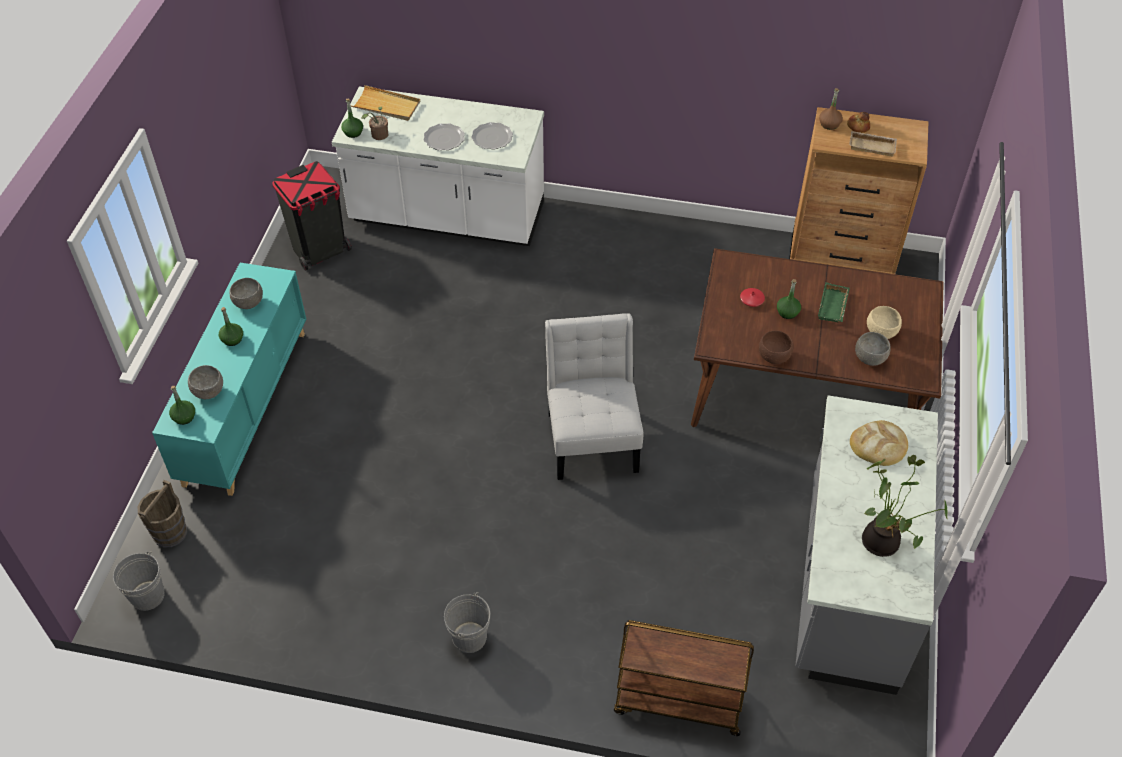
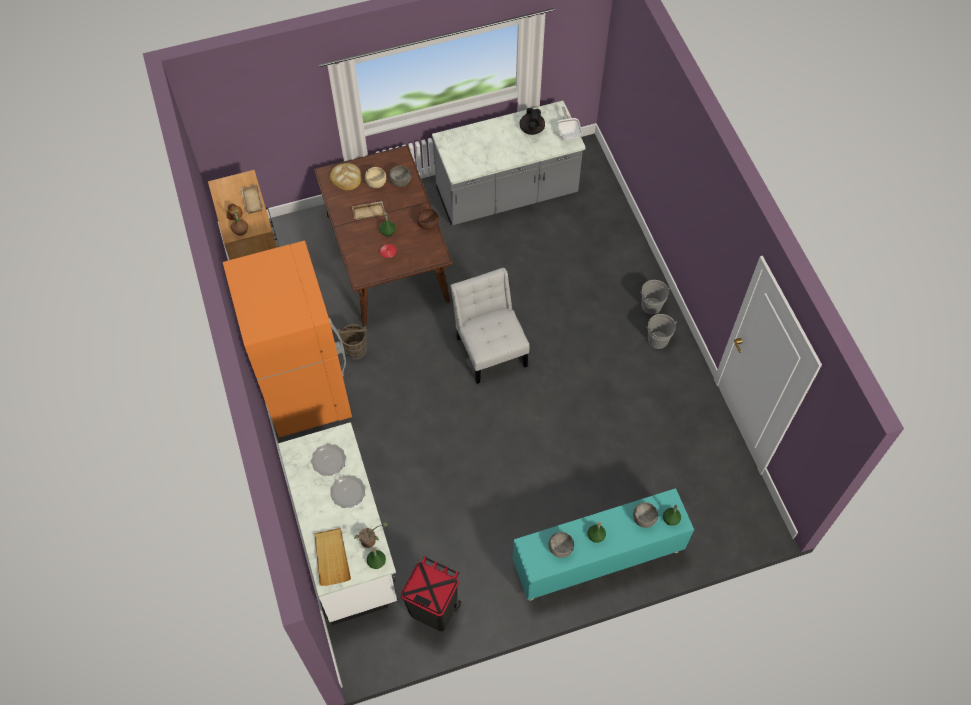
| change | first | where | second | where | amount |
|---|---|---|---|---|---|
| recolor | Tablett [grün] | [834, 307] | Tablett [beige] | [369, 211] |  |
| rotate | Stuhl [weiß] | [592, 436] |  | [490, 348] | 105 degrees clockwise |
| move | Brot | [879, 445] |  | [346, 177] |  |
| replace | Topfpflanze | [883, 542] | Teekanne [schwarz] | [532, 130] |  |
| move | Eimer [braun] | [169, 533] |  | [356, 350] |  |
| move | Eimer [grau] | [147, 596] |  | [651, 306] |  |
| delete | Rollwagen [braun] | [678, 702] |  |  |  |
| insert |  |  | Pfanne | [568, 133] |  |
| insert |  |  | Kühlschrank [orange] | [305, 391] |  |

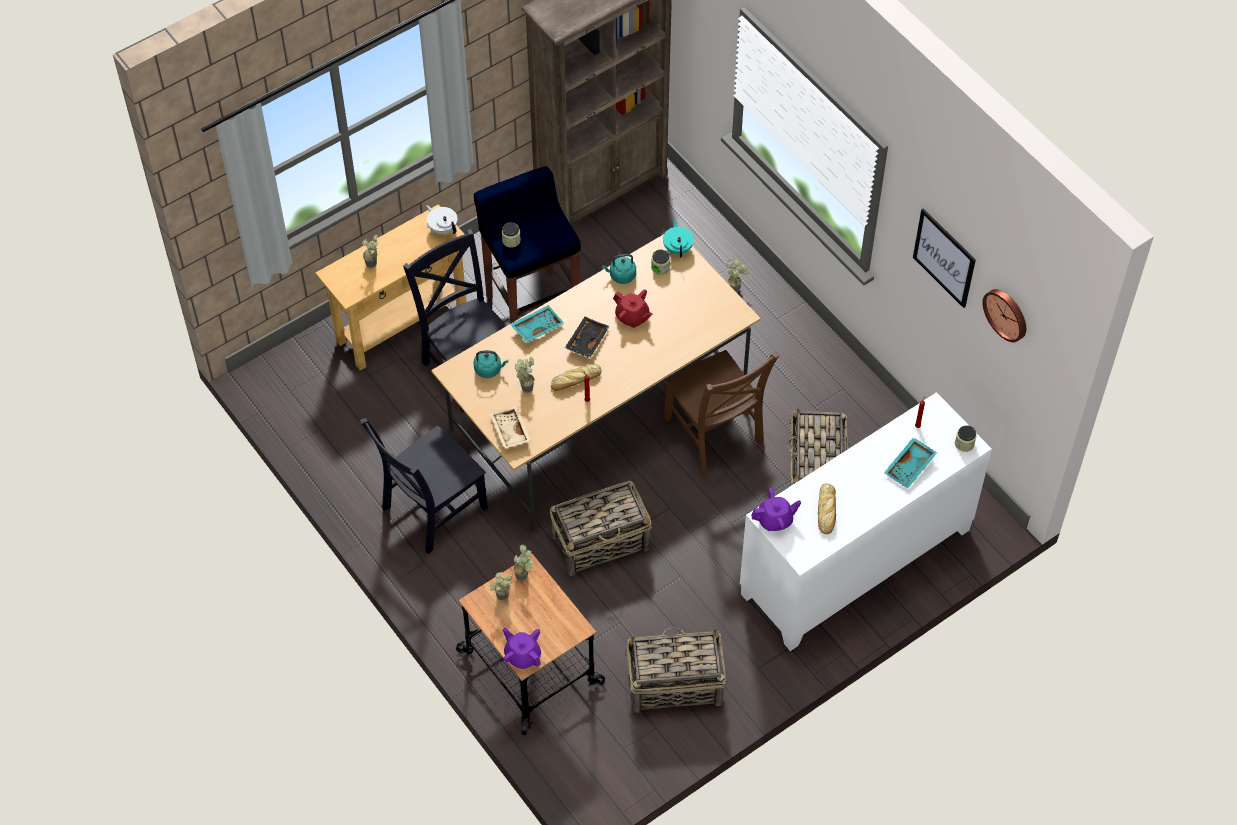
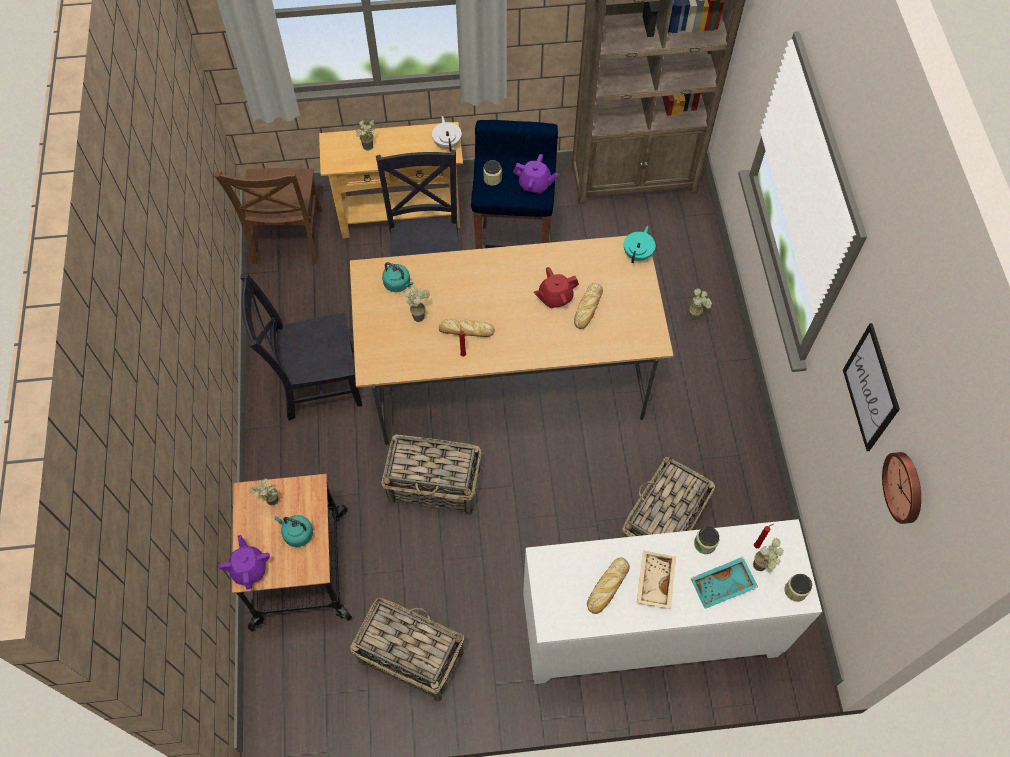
| change | first | where | second | where | amount |
|---|---|---|---|---|---|
| move | Vorratsglas | [660, 267] |  | [705, 544] |  |
| move | Wasserkessel [türkis] | [621, 276] |  | [297, 533] |  |
| rotate | Teekanne [rot] | [632, 317] |  | [555, 297] | 90 degrees clockwise |
| delete | Tablett [türkis] | [536, 327] |  |  |  |
| delete | Tablett [schwarz] | [586, 341] |  |  |  |
| move | Stuhl [braun] | [715, 434] |  | [287, 239] |  |
| move | Tablett [beige] | [509, 431] |  | [654, 581] |  |
| move | Teekanne [lila] | [775, 520] |  | [535, 184] |  |
| move | Topfpflanze | [525, 577] |  | [762, 568] |  |
| insert |  |  | Brot | [588, 308] |  |

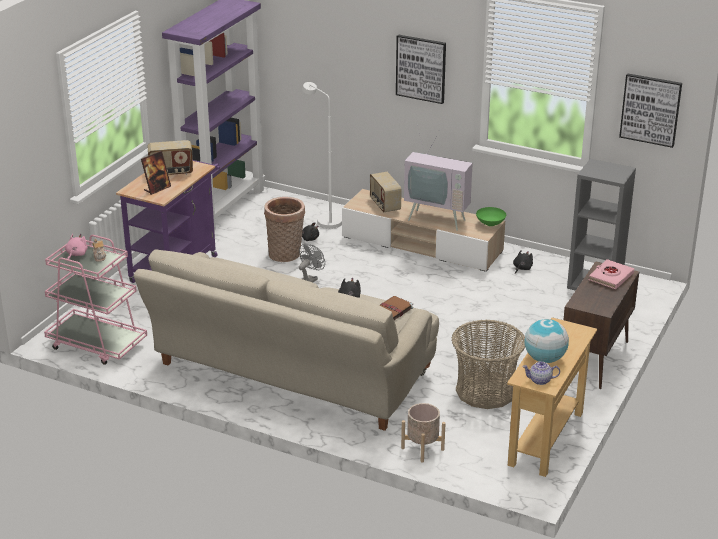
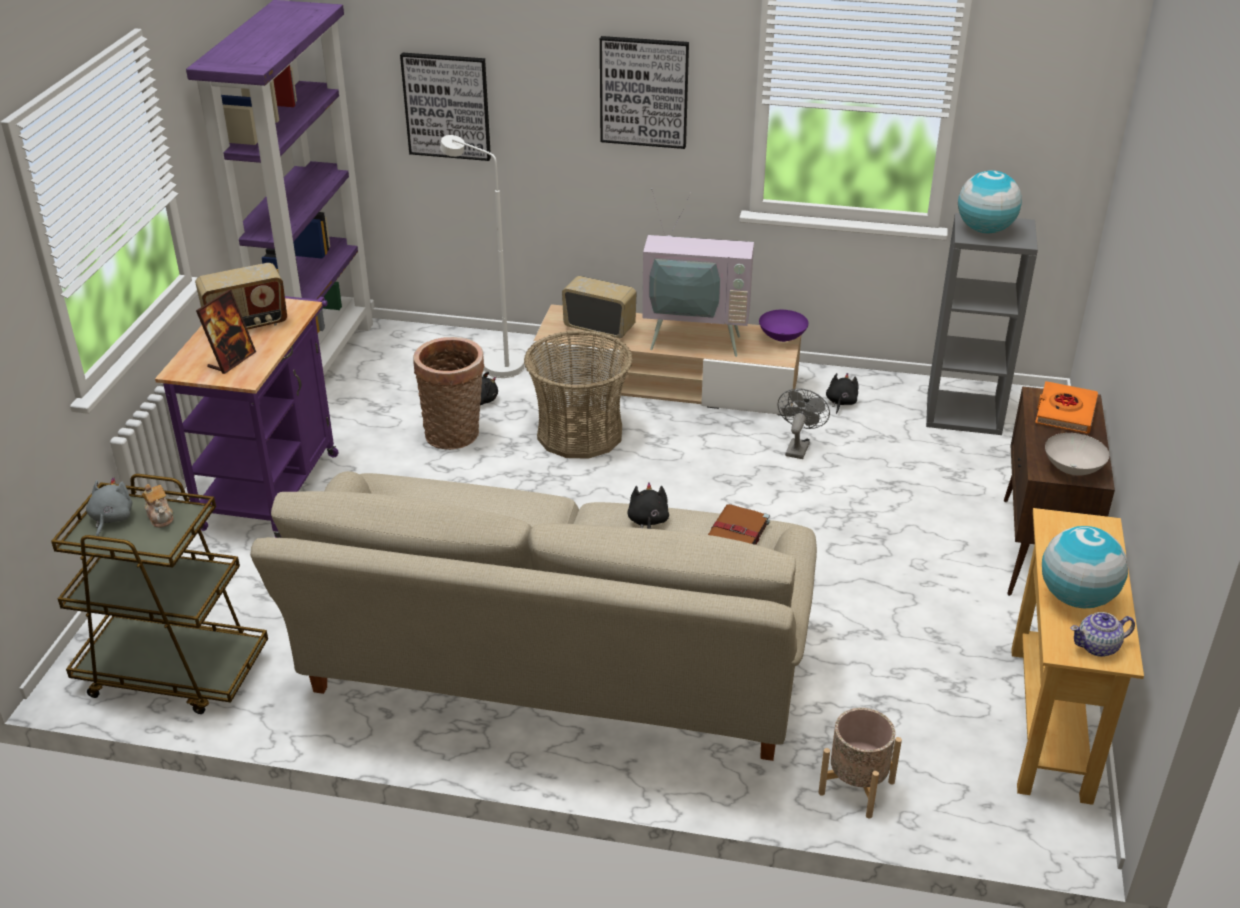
| change | first | where | second | where | amount |
|---|---|---|---|---|---|
| move | Bild | [650, 109] |  | [447, 106] |  |
| rotate | Radio | [384, 205] |  | [600, 328] | 150 degrees clockwise |
| recolor | Schüssel [grün] | [490, 224] | Schüssel [lila] | [782, 338] |  |
| recolor | Plüschtier [rosa] | [76, 254] | Plüschtier [grau] | [111, 519] |  |
| recolor | Rollwagen [rosa] | [96, 344] | Rollwagen [braun] | [172, 672] |  |
| move | Ventilator [grau] | [309, 280] |  | [798, 446] |  |
| recolor | Buch [rosa] | [610, 277] | Buch [orange] | [1065, 412] |  |
| move | Korb | [485, 391] |  | [580, 434] |  |
| insert |  |  | Globus | [985, 230] |  |
| insert |  |  | Schüssel [weiß] | [1073, 469] |  |

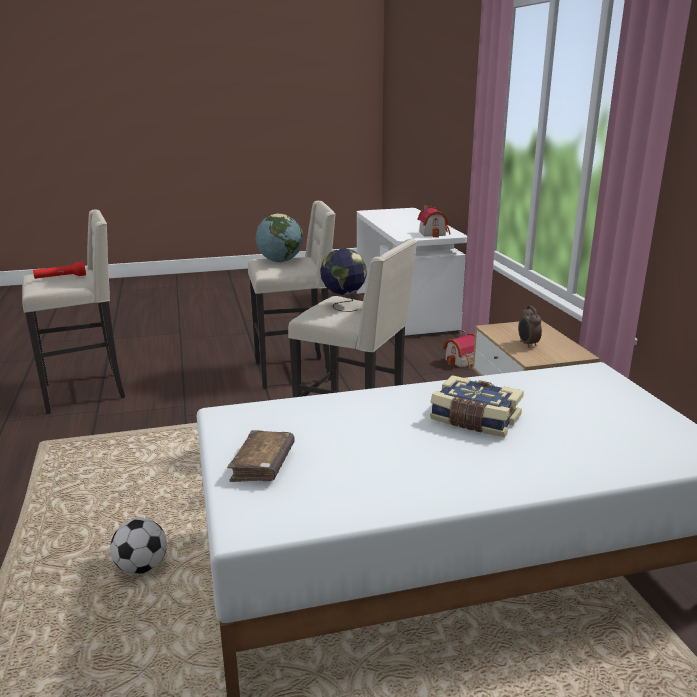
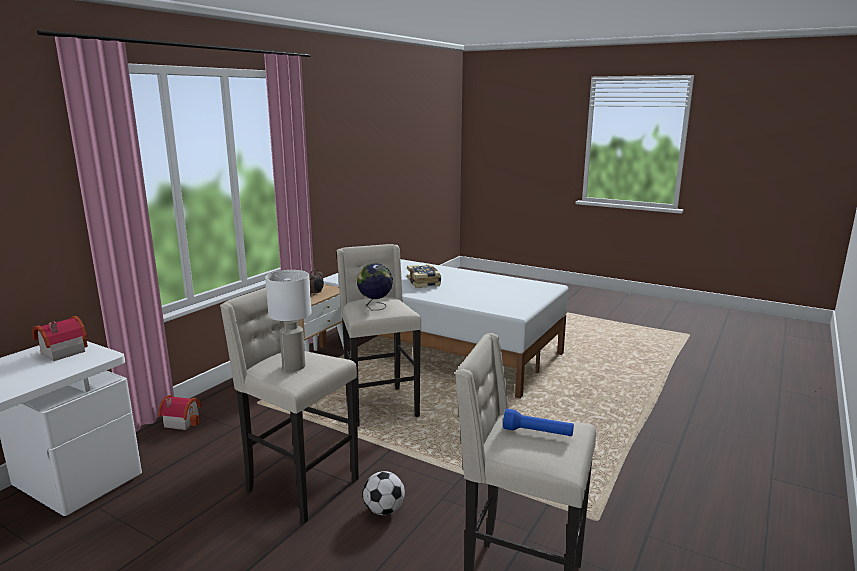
| change | first | where | second | where | amount |
|---|---|---|---|---|---|
| replace | Globus | [280, 261] | Tischlampe [weiß] | [293, 367] |  |
| recolor | Taschenlampe [rot] | [60, 278] | Taschenlampe [blau] | [537, 433] |  |
| delete | Buch [braun] | [263, 465] |  |  |  |
| move | Fußball | [142, 567] |  | [384, 510] |  |

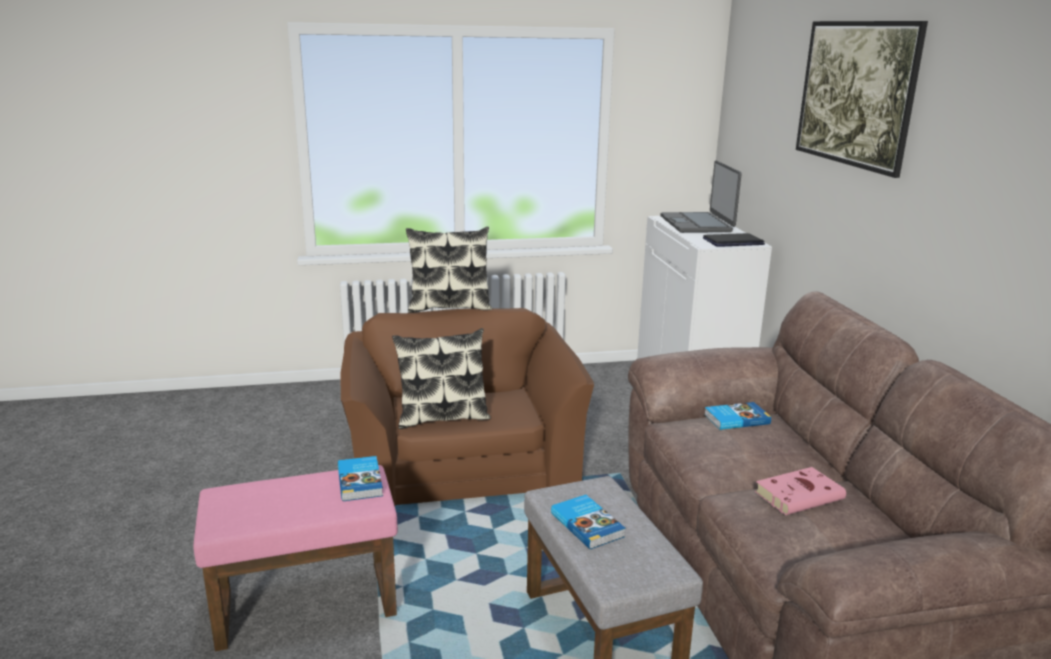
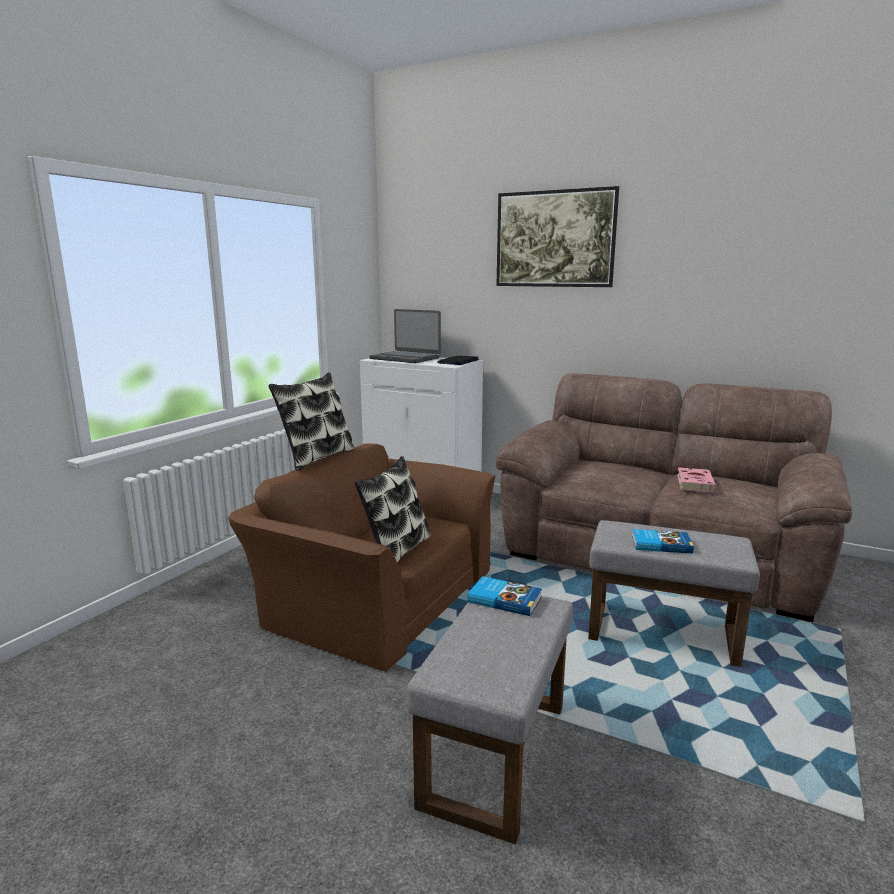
| change | first | where | second | where | amount |
|---|---|---|---|---|---|
| delete | Buch | [735, 419] |  |  |  |
| recolor | Polsterhocker [rosa] | [308, 602] | Polsterhocker [grau] | [494, 752] |  |

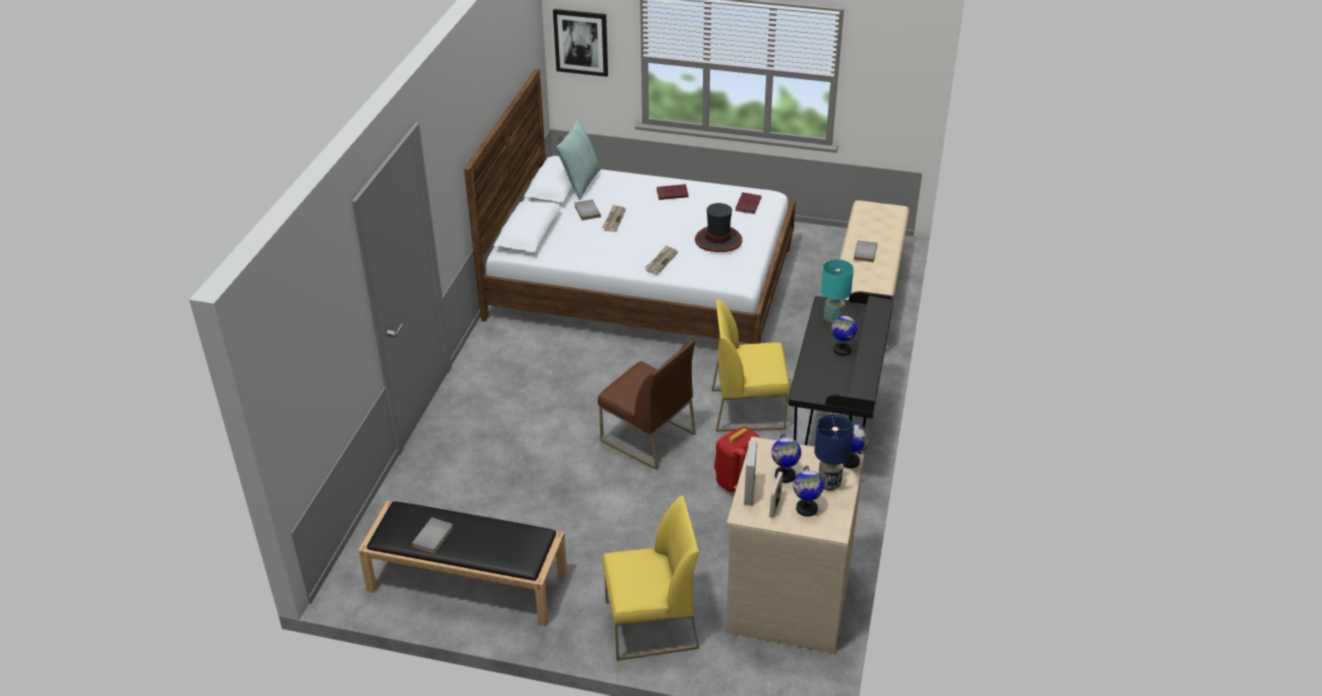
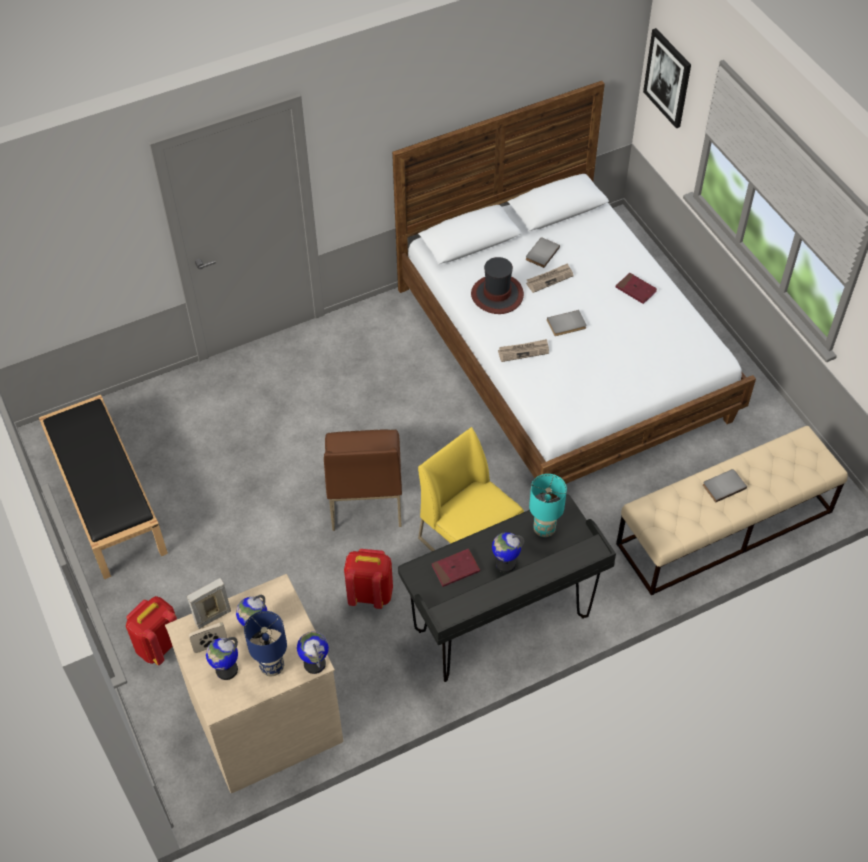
| change | first | where | second | where | amount |
|---|---|---|---|---|---|
| delete | Kissen | [580, 183] |  |  |  |
| move | Buch [rot] | [748, 205] |  | [455, 569] |  |
| move | Hut | [718, 240] |  | [497, 295] |  |
| replace | Stuhl [gelb] | [650, 625] | Rucksack [rot] | [158, 645] |  |
| move | Buch [grau] | [434, 537] |  | [567, 325] |  |

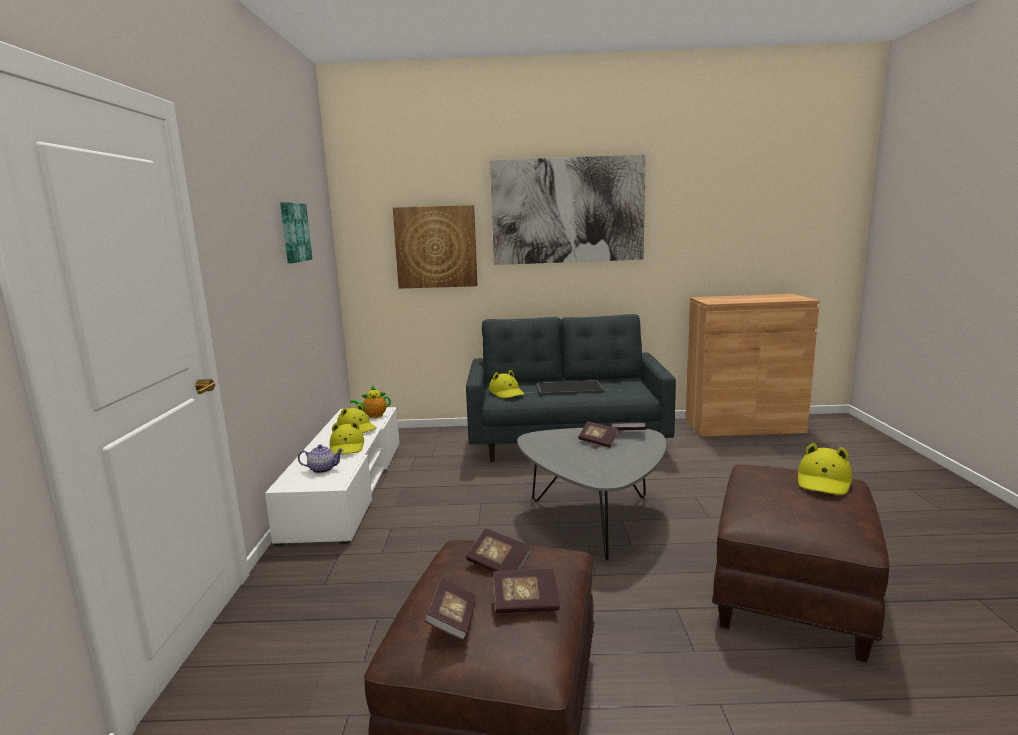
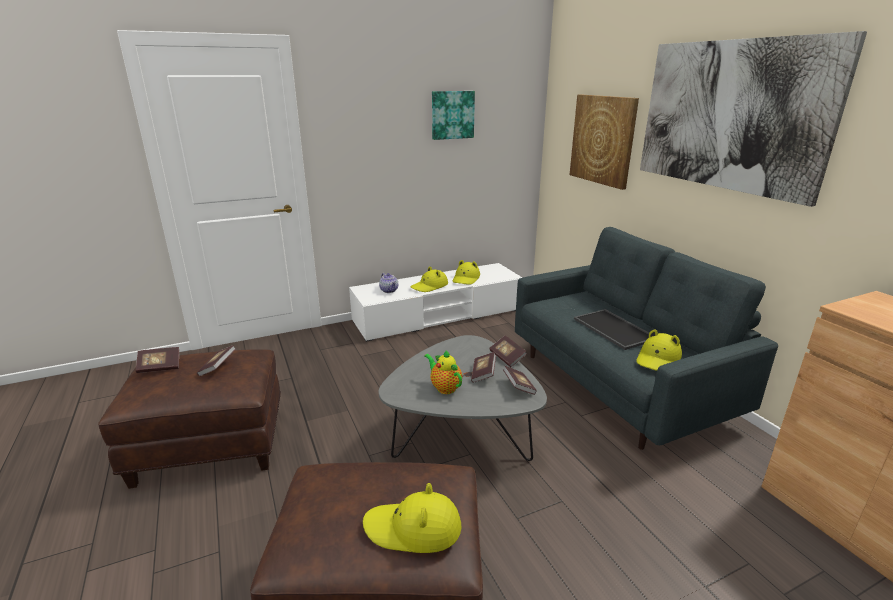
| change | first | where | second | where | amount |
|---|---|---|---|---|---|
| move | Hut [gelb] | [507, 393] |  | [658, 359] |  |
| move | Teekanne | [373, 416] |  | [444, 387] |  |
| move | Buch | [525, 603] |  | [507, 358] |  |

